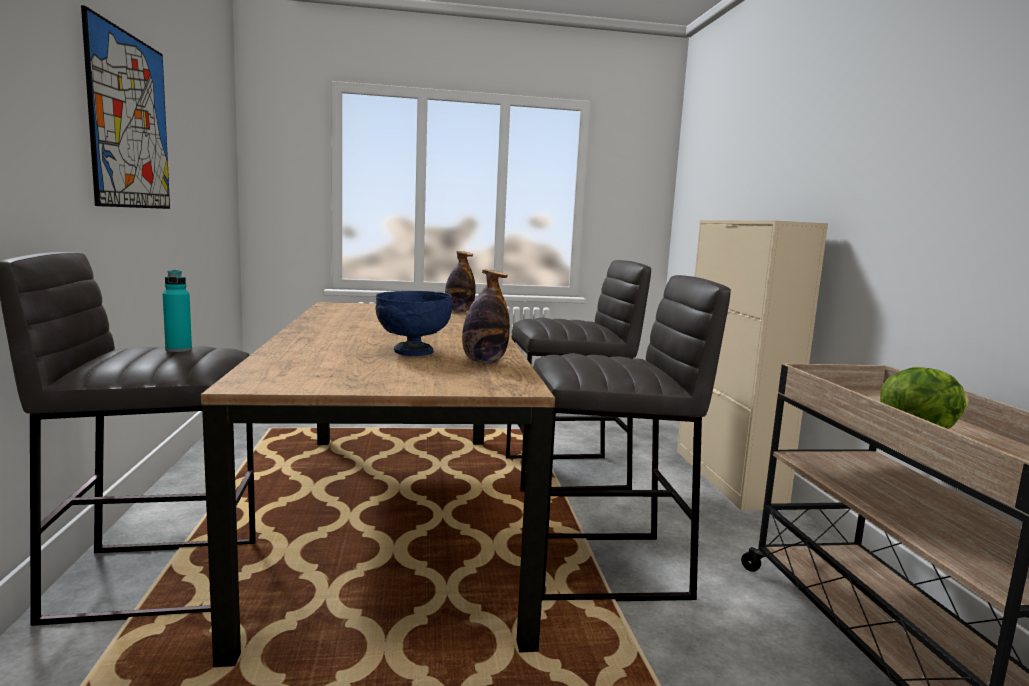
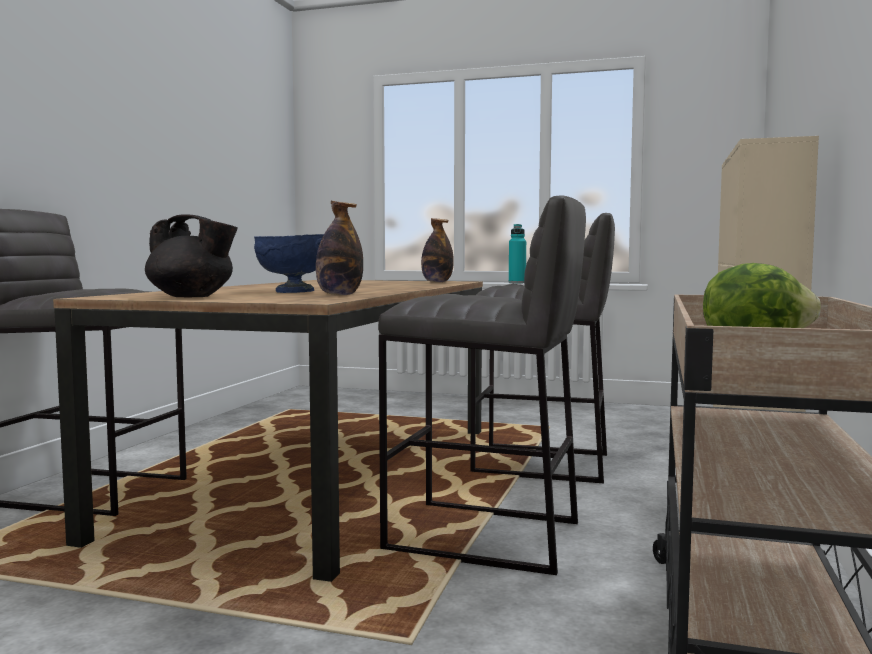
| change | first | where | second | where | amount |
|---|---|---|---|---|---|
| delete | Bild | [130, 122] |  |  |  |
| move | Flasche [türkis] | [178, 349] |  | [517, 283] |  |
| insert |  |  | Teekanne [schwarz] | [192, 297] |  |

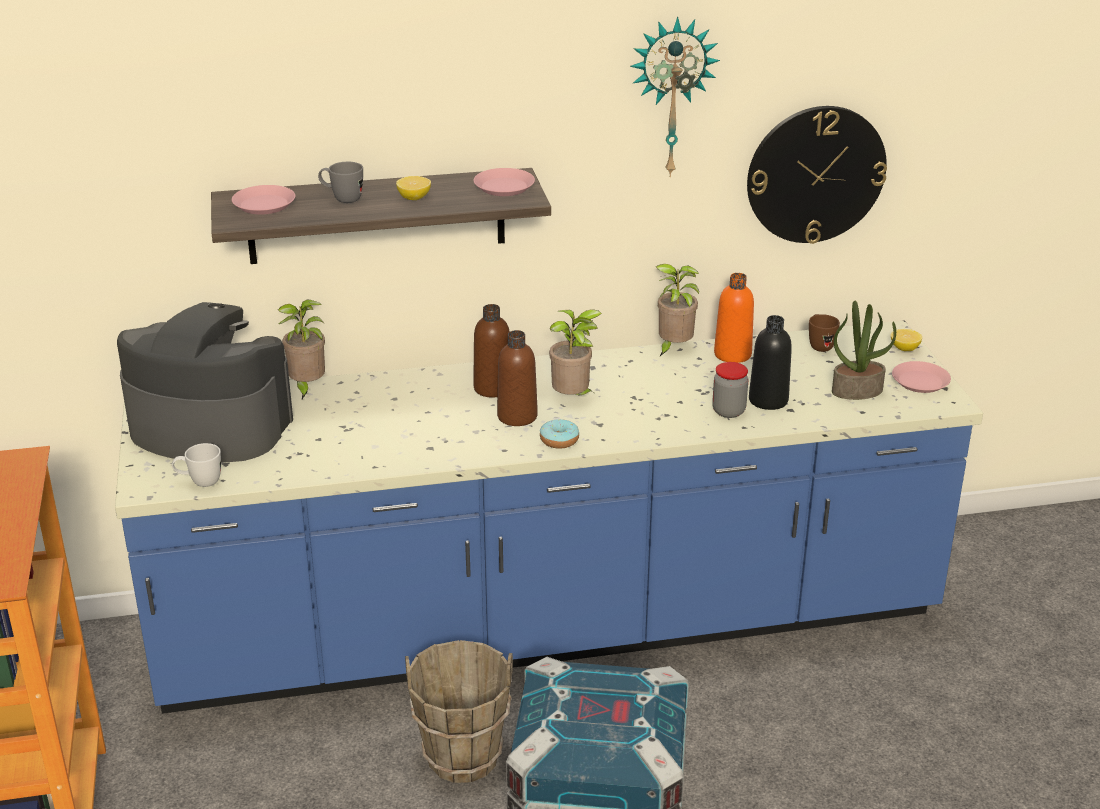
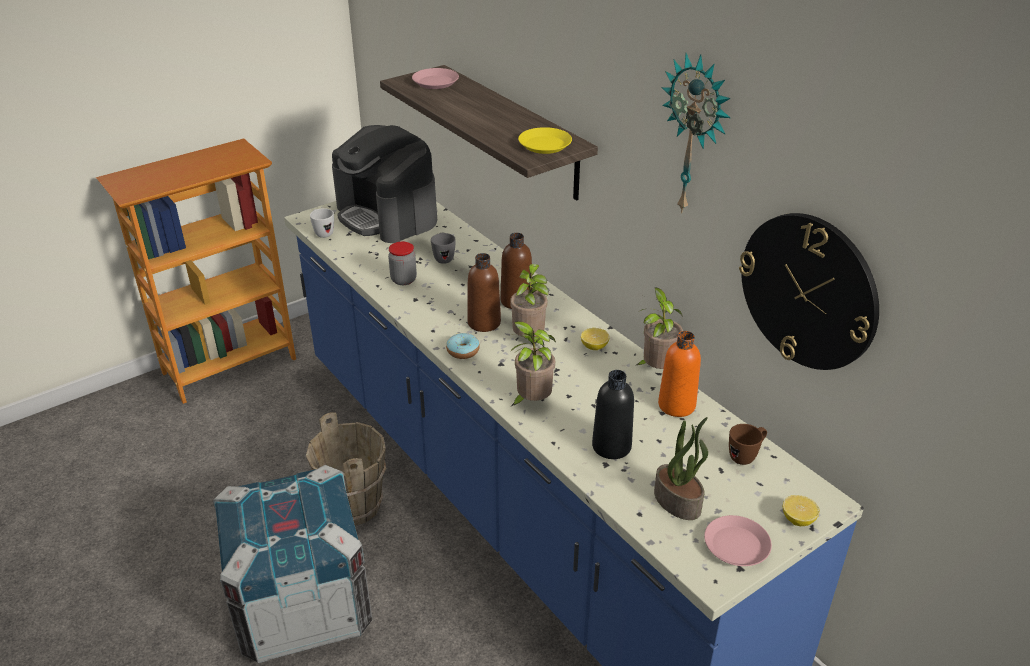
| change | first | where | second | where | amount |
|---|---|---|---|---|---|
| move | Henkelbecher [grau] | [342, 199] |  | [443, 258] |  |
| recolor | Teller [rosa] | [504, 187] | Teller [gelb] | [545, 145] |  |
| move | Zitrone | [414, 198] |  | [594, 347] |  |
| move | Topfpflanze | [306, 388] |  | [531, 401] |  |
| rotate | Kaffeemaschine | [209, 427] |  | [387, 215] | 150 degrees clockwise |
| move | Vorratsglas | [728, 411] |  | [403, 280] |  |

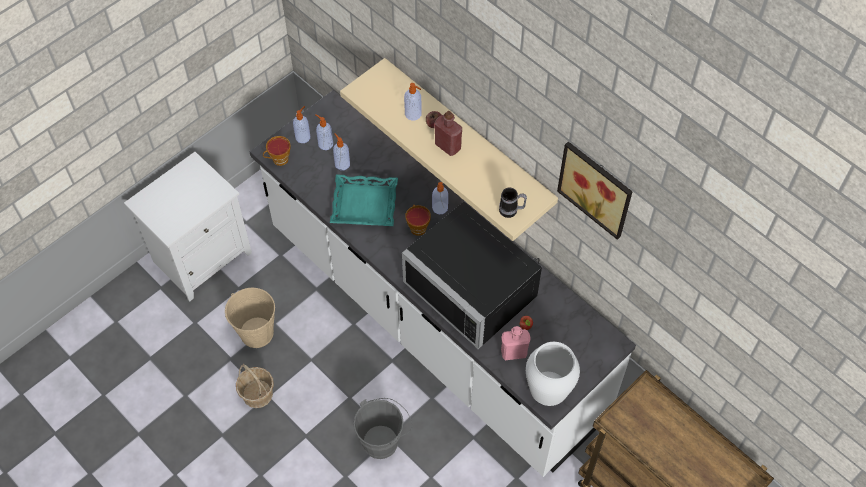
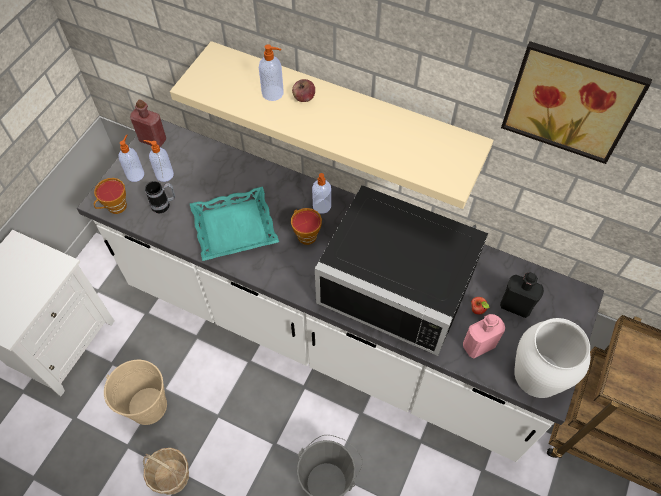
| change | first | where | second | where | amount |
|---|---|---|---|---|---|
| move | Flasche [rot] | [448, 146] |  | [153, 140] |  |
| delete | Seifenspender | [342, 164] |  |  |  |
| move | Henkelbecher | [511, 211] |  | [164, 205] |  |
| insert |  |  | Flasche [schwarz] | [515, 306] |  |

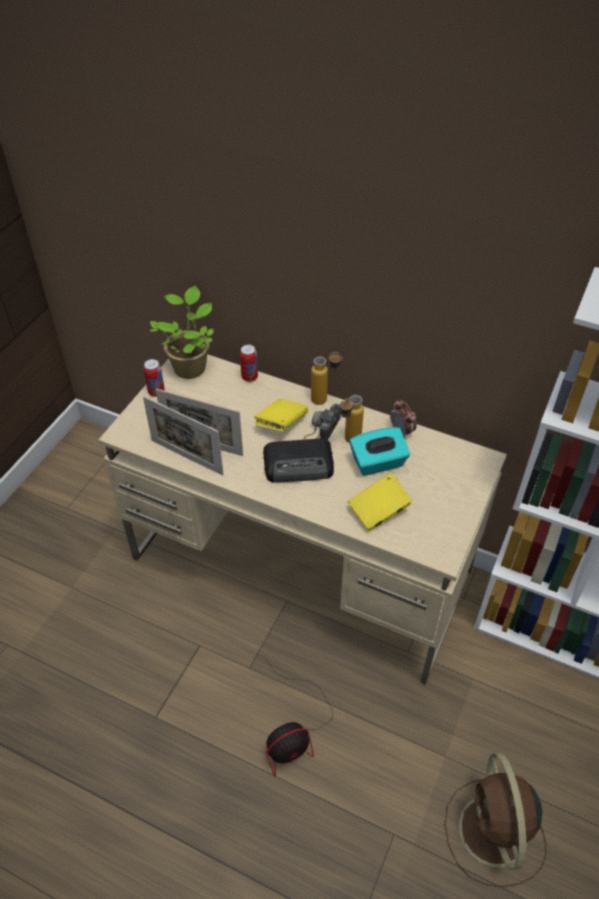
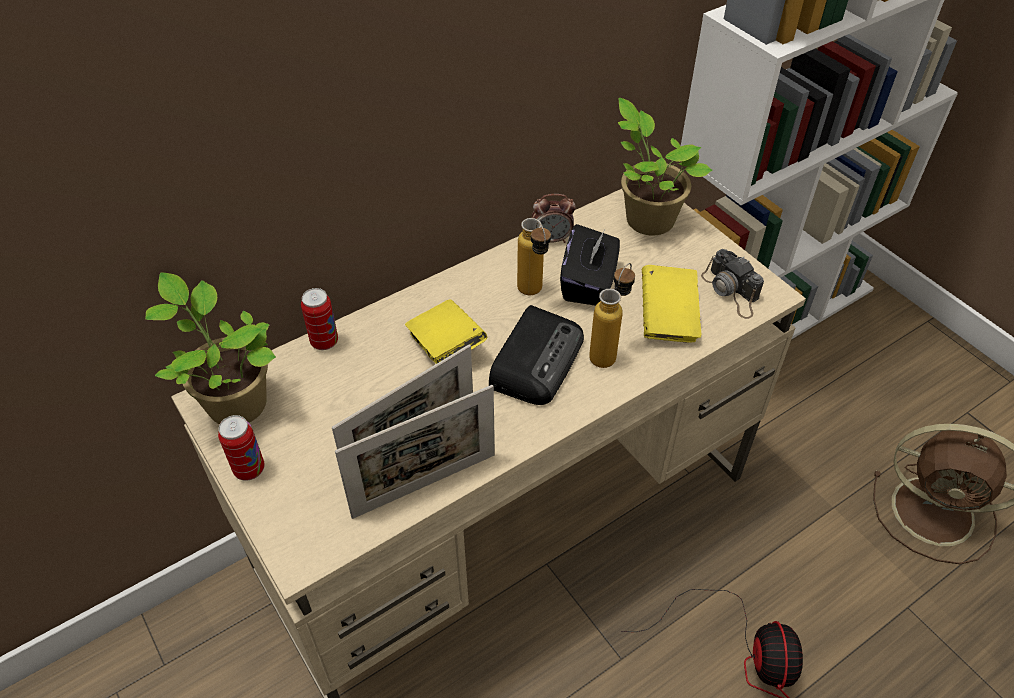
| change | first | where | second | where | amount |
|---|---|---|---|---|---|
| move | Flasche | [325, 400] |  | [608, 352] |  |
| move | Kamera | [322, 428] |  | [731, 291] |  |
| recolor | Taschentuchbox [türkis] | [378, 463] | Taschentuchbox [schwarz] | [588, 283] |  |
| insert |  |  | Topfpflanze | [646, 218] |  |

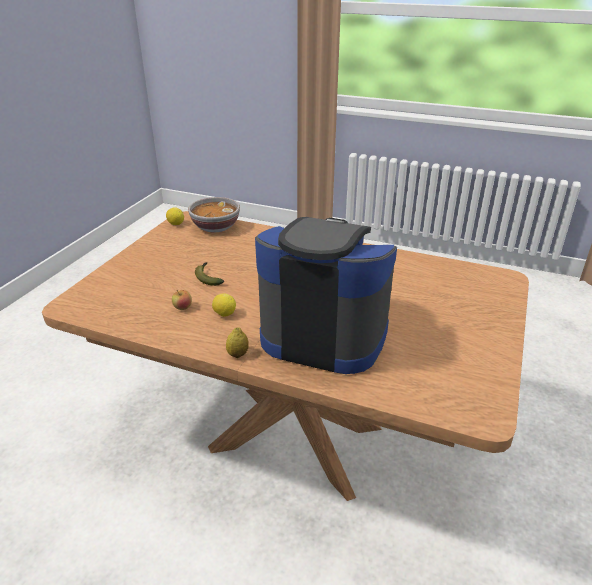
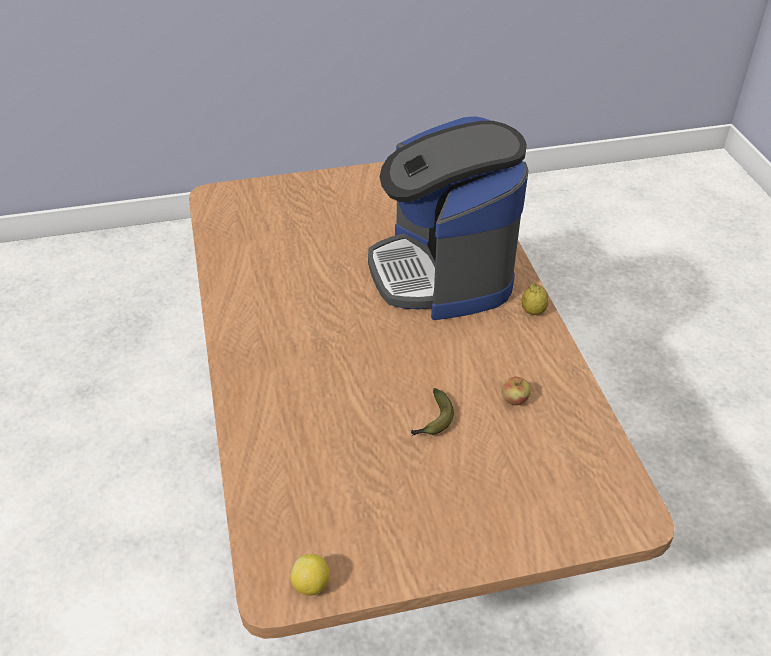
| change | first | where | second | where | amount |
|---|---|---|---|---|---|
| delete | Schüssel | [215, 227] |  |  |  |
| delete | Zitrone | [224, 314] |  |  |  |

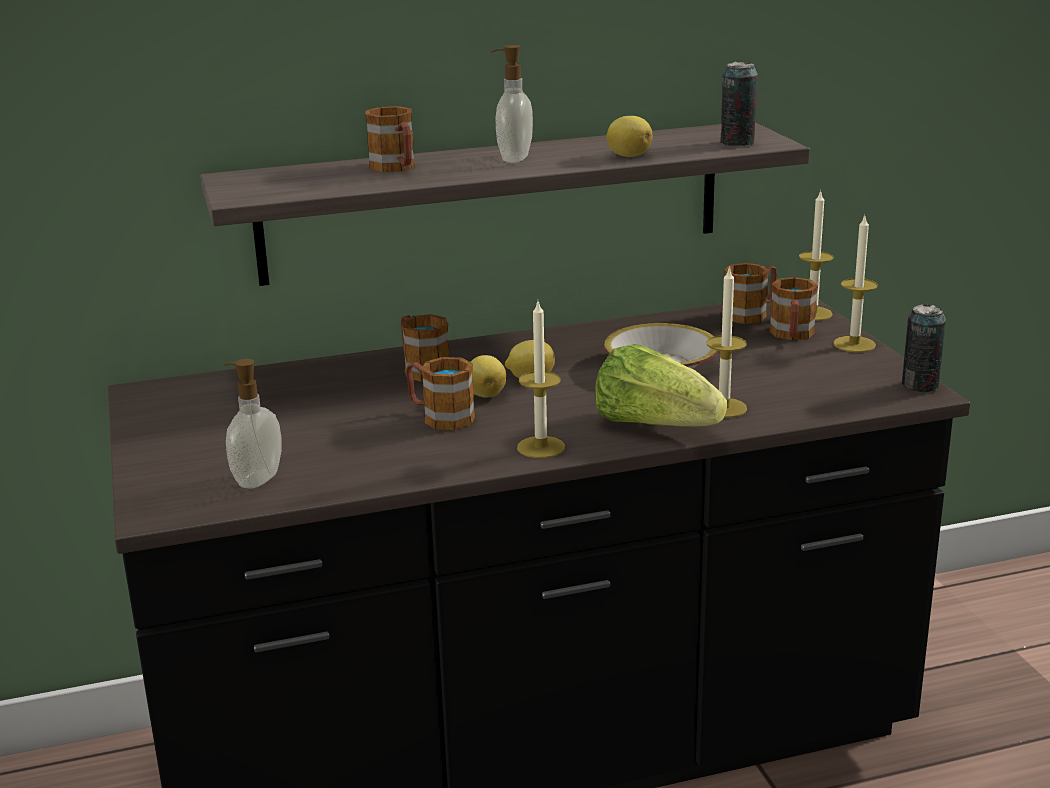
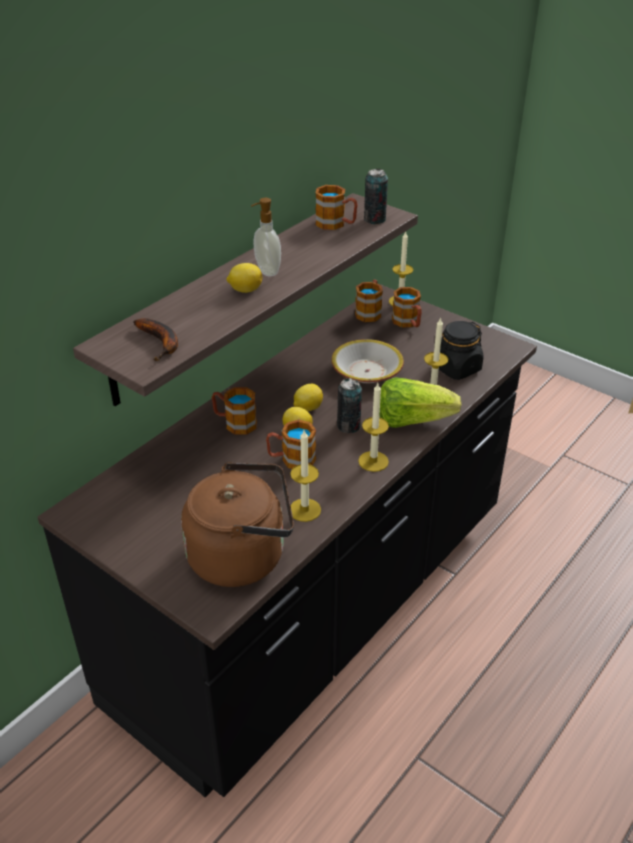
| change | first | where | second | where | amount |
|---|---|---|---|---|---|
| move | Henkelbecher | [396, 168] |  | [336, 224] |  |
| move | Zitrone | [628, 156] |  | [245, 290] |  |
| move | Kerze | [854, 344] |  | [305, 510] |  |
| move | Dose | [920, 386] |  | [348, 426] |  |
| replace | Seifenspender | [256, 479] | Wasserkessel [braun] | [243, 556] |  |
| insert |  |  | Banane | [161, 343] |  |
| insert |  |  | Vorratsglas [schwarz] | [456, 368] |  |

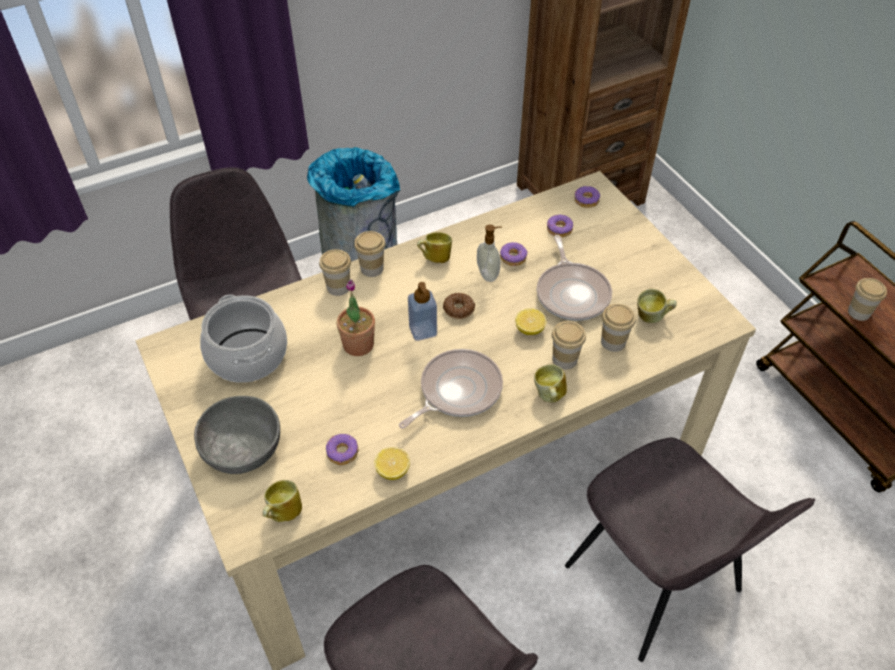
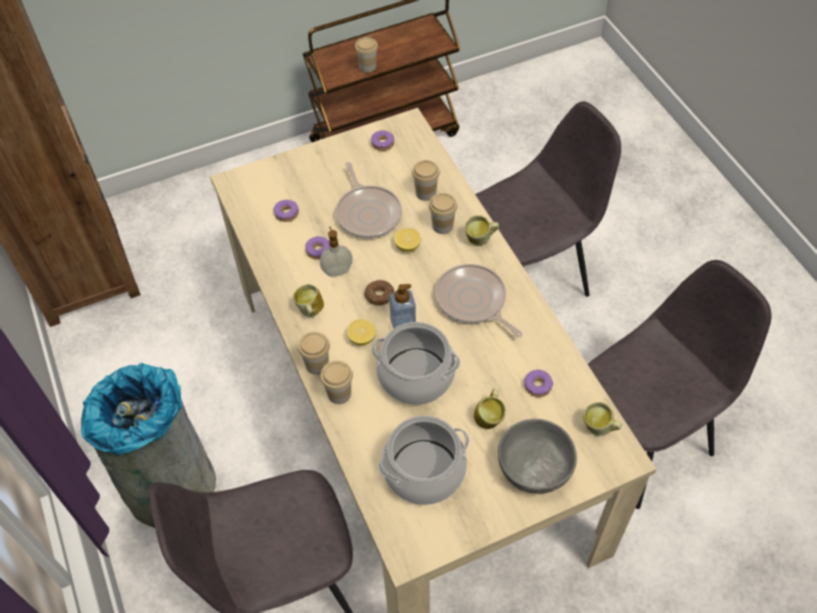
| change | first | where | second | where | amount |
|---|---|---|---|---|---|
| move | Donut | [586, 201] |  | [383, 143] |  |
| rotate | Pfanne | [572, 293] |  | [368, 213] | 75 degrees clockwise |
| replace | Topfpflanze | [358, 344] | Kochtopf | [416, 375] |  |
| move | Henkelbecher | [652, 318] |  | [490, 417] |  |
| move | Zitrone | [392, 470] |  | [362, 338] |  |

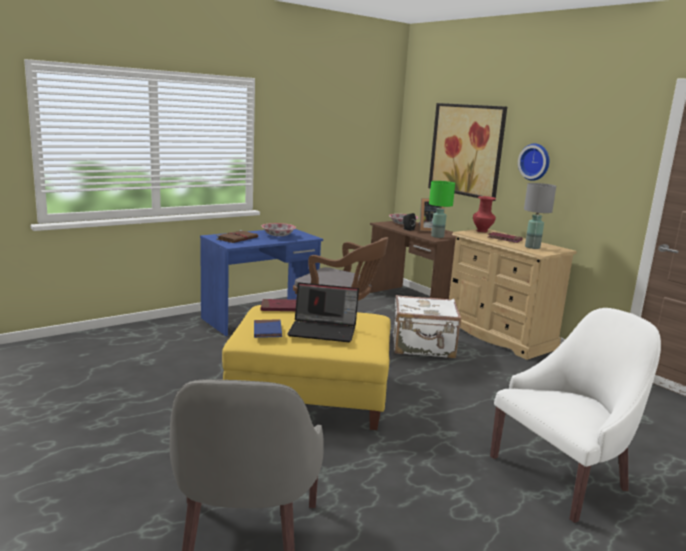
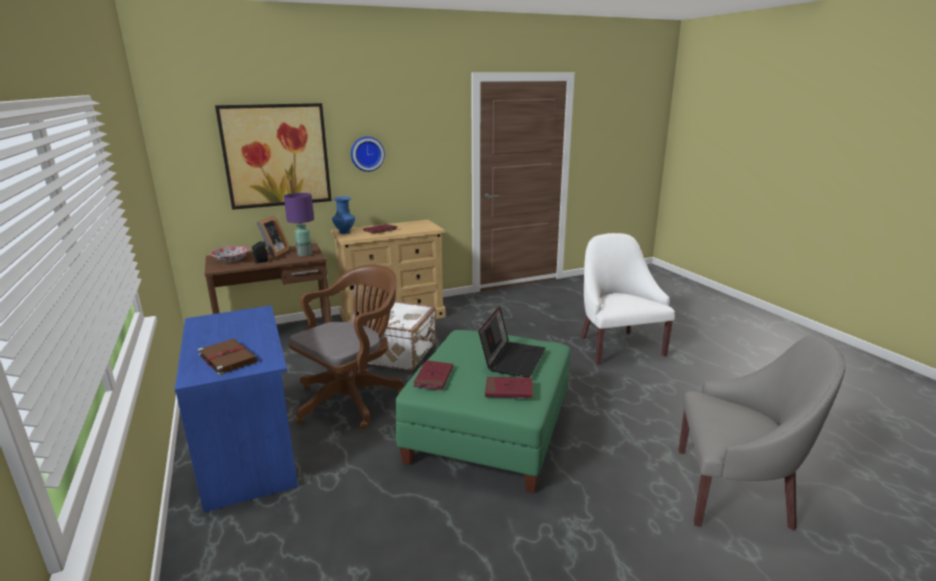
| change | first | where | second | where | amount |
|---|---|---|---|---|---|
| recolor | Tischlampe [grün] | [437, 236] | Tischlampe [lila] | [304, 255] |  |
| delete | Tischlampe [grau] | [532, 247] |  |  |  |
| recolor | Vase [rot] | [482, 231] | Vase [blau] | [344, 232] |  |
| delete | Schüssel | [278, 235] |  |  |  |
| recolor | Polsterhocker [gelb] | [311, 393] | Polsterhocker [grün] | [488, 431] |  |
| recolor | Buch [blau] | [267, 331] | Buch [rot] | [509, 390] |  |

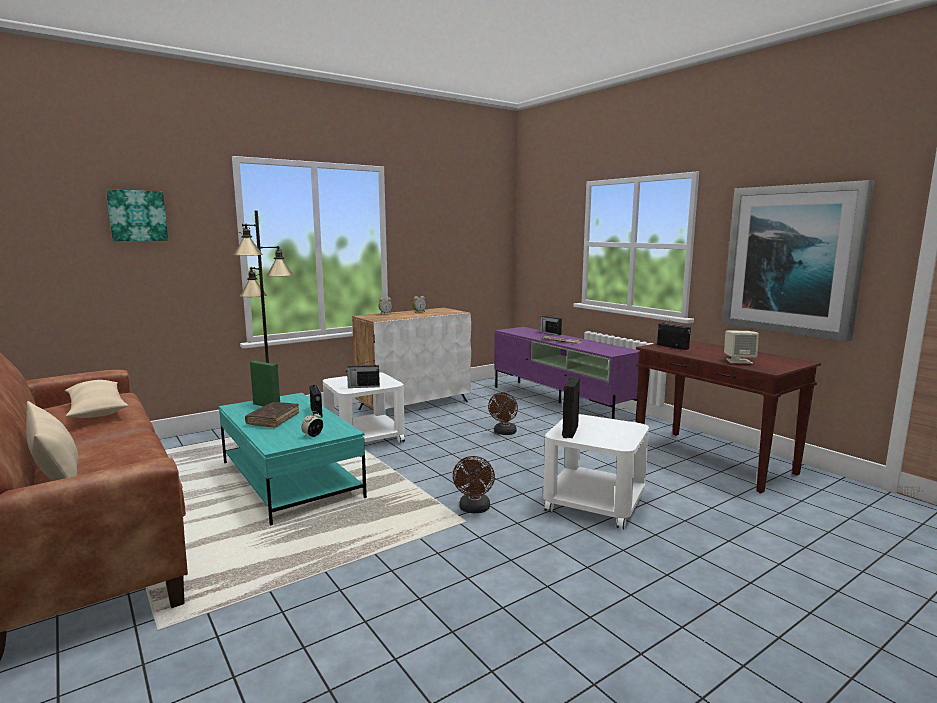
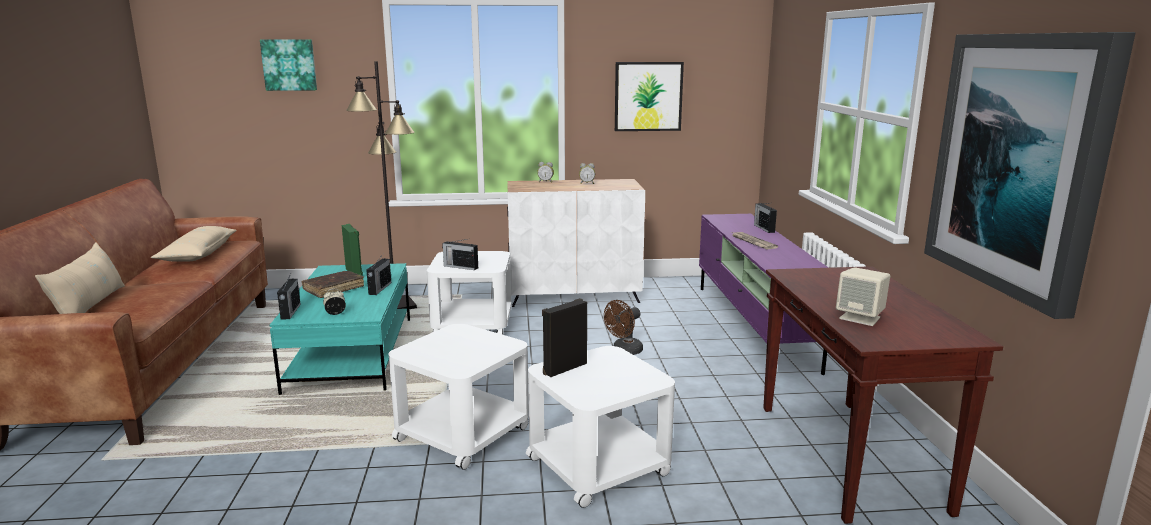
| change | first | where | second | where | amount |
|---|---|---|---|---|---|
| move | Radio | [673, 347] |  | [290, 312] |  |
| replace | Ventilator [braun] | [474, 509] | Beistelltisch [weiß] | [463, 433] |  |
| insert |  |  | Bild | [648, 96] |  |

